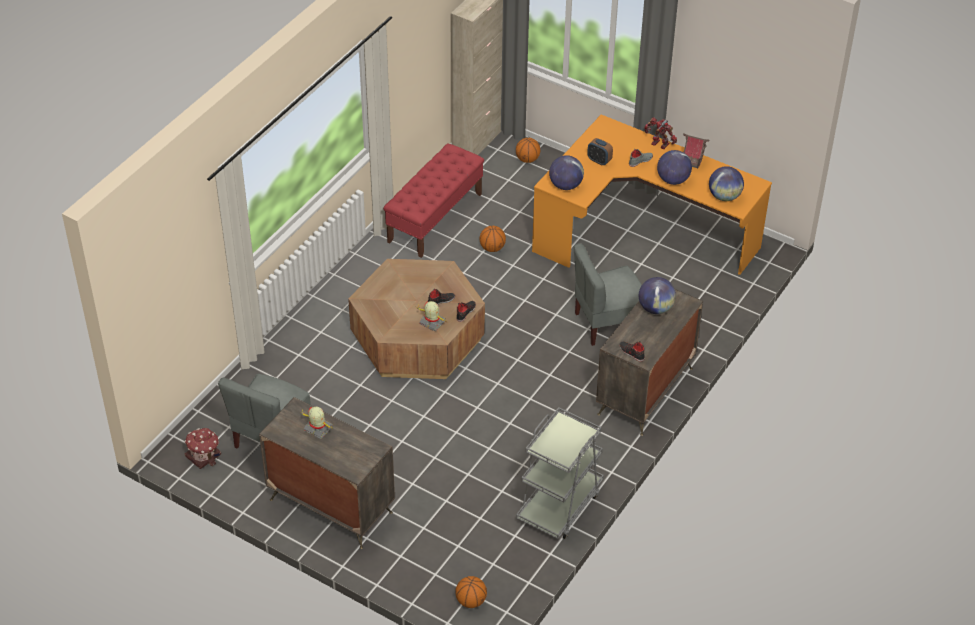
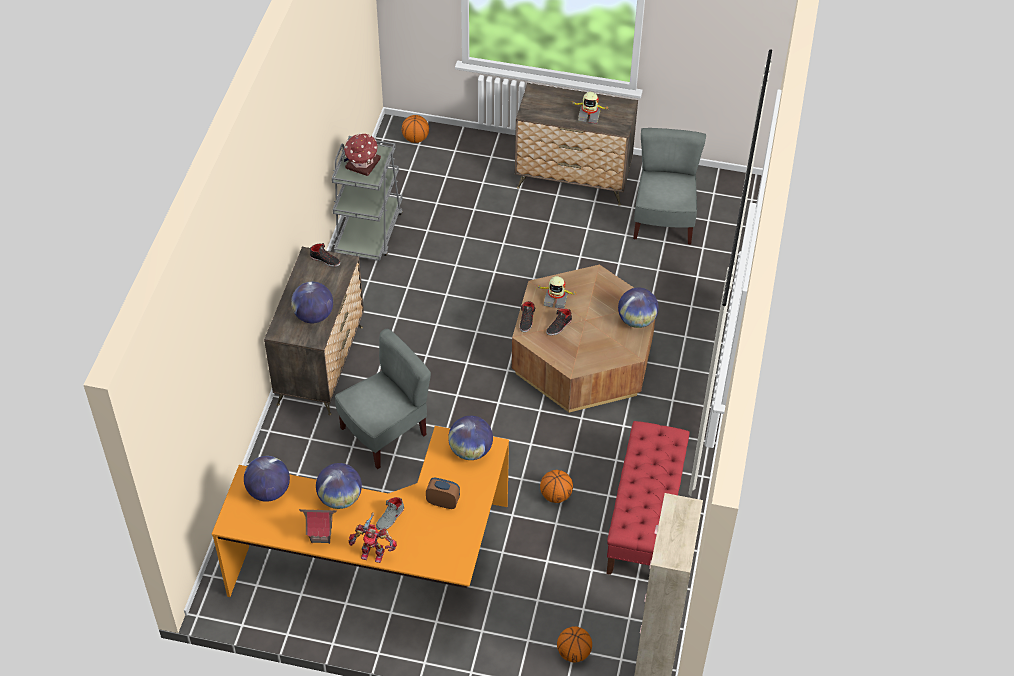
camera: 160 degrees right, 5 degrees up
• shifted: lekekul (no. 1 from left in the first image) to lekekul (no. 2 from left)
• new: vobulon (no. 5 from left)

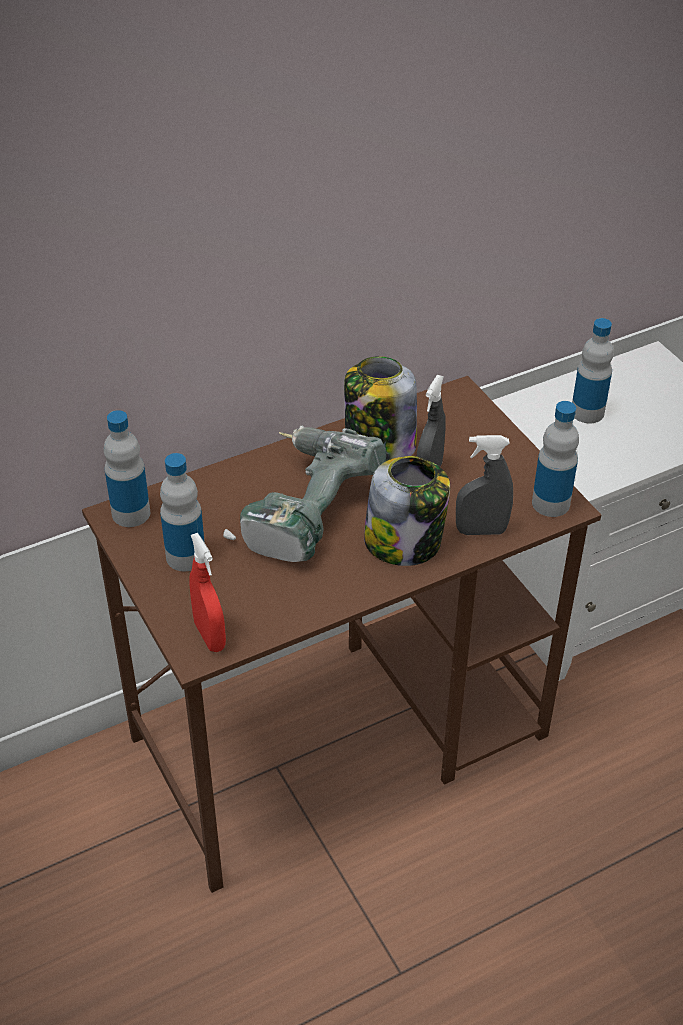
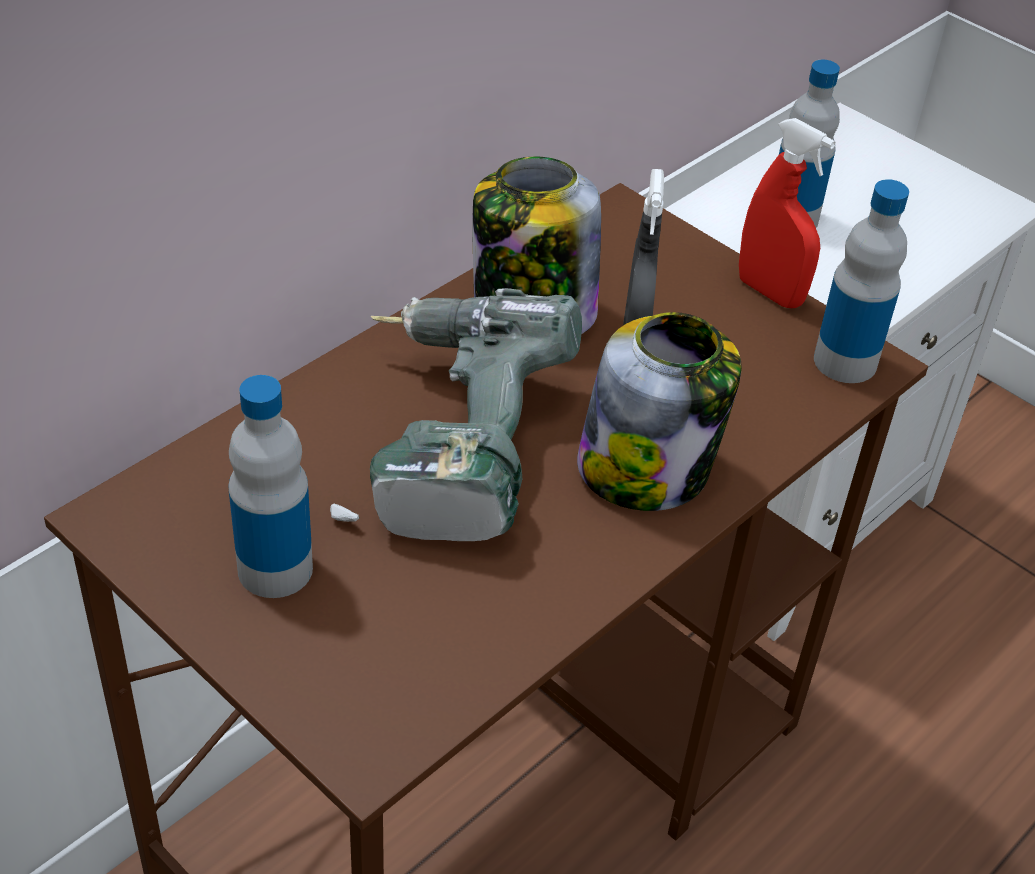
camera: 20 degrees left, 0 degrees up
• gone: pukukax (no. 1 from left)
• shifted: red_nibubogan
• gone: grey_nibubogan (no. 2 from left)

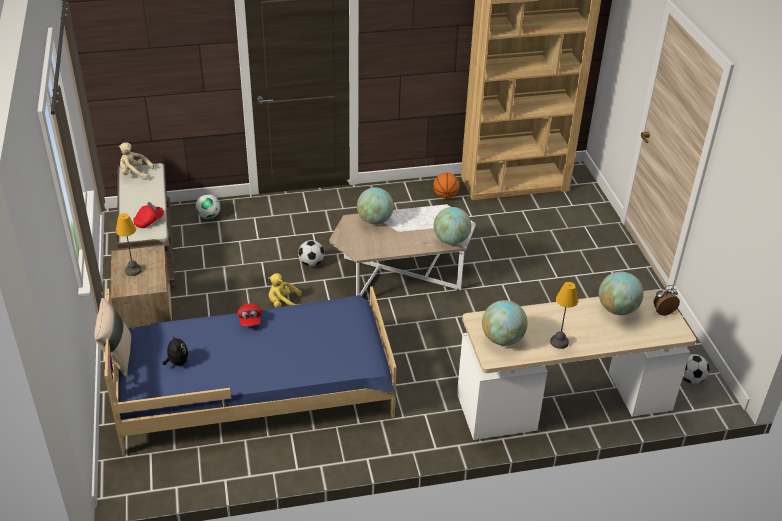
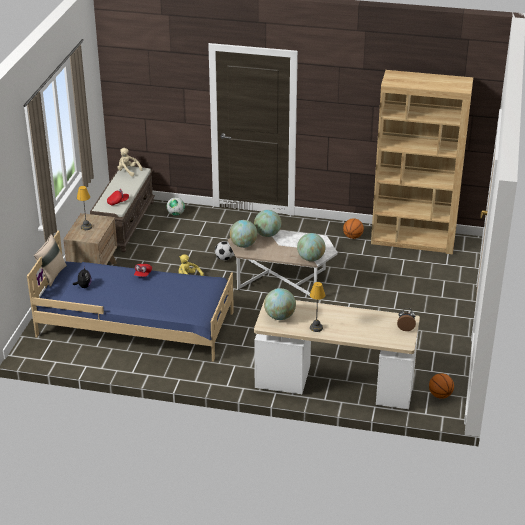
camera: 25 degrees right, 5 degrees down
• shifted: vobulon (no. 4 from left in the first image) to vobulon (no. 1 from left)
• swapped: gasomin (no. 3 from left) to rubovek (no. 2 from left)

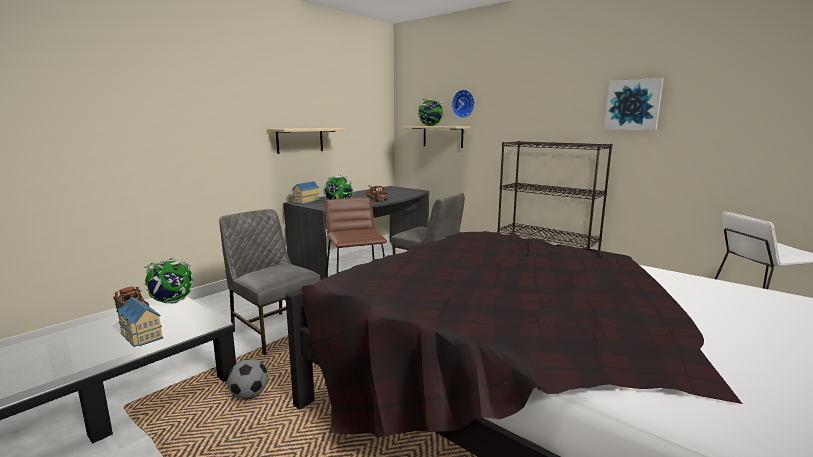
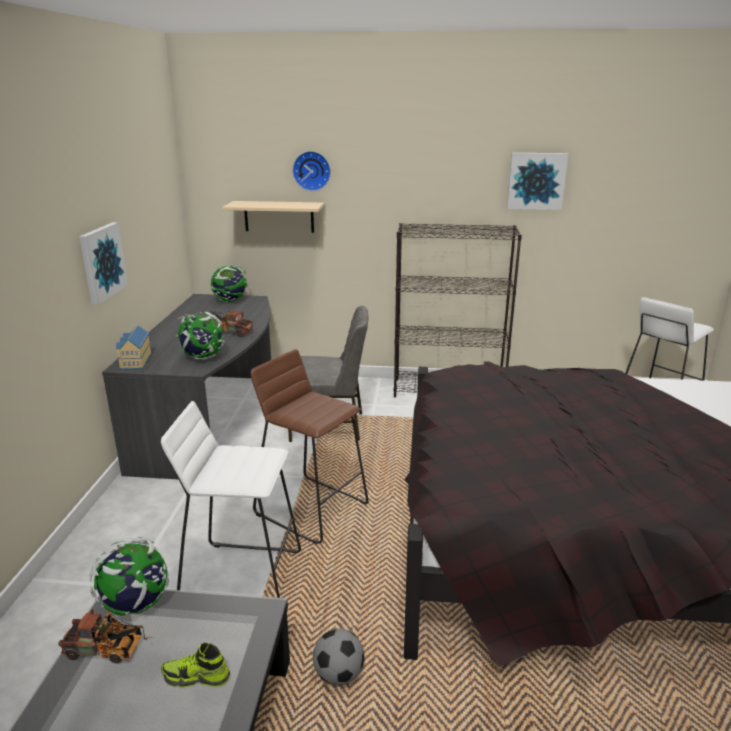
camera: 35 degrees left, 10 degrees up
• swapped: lekekul (no. 1 from left) to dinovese
• swapped: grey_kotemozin (no. 1 from left) to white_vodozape (no. 1 from left)
• swapped: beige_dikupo (no. 1 from left) to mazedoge (no. 1 from left)
• shifted: vobulon (no. 3 from left)

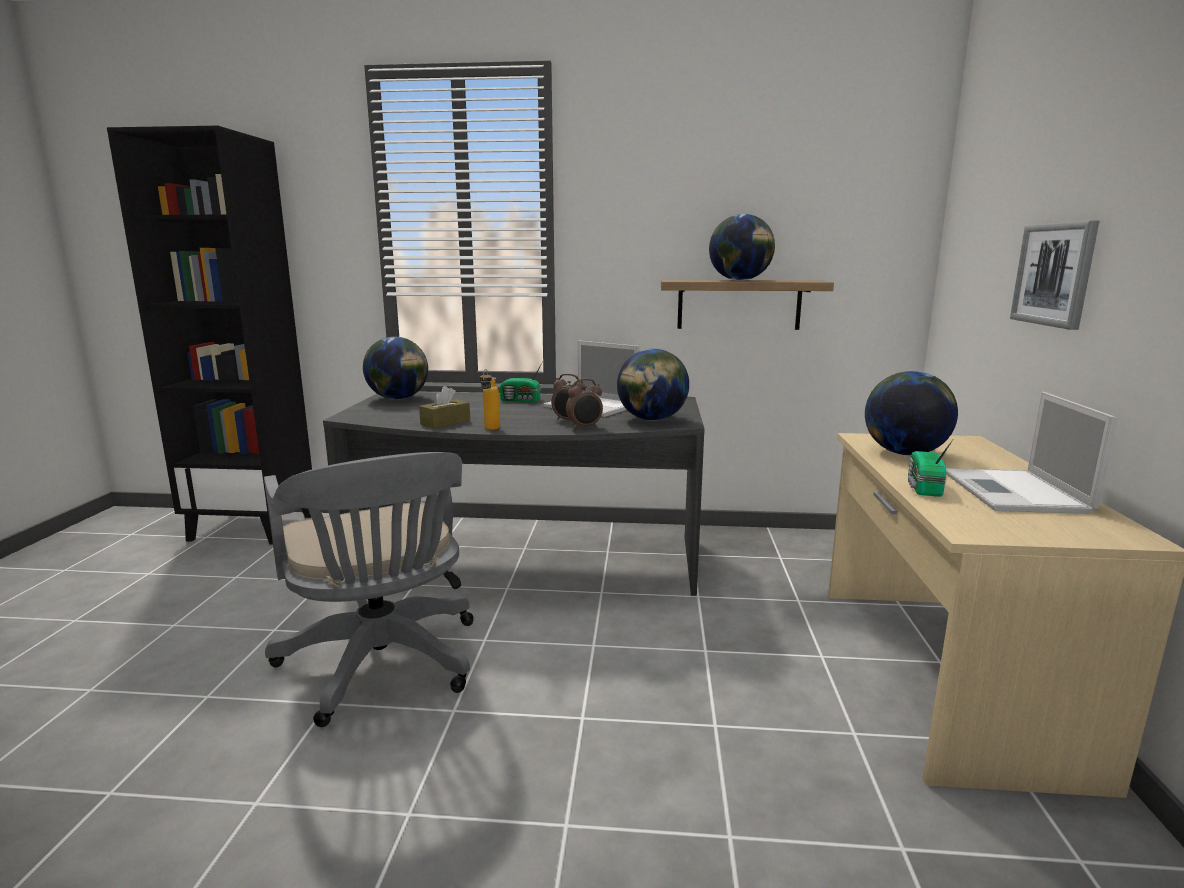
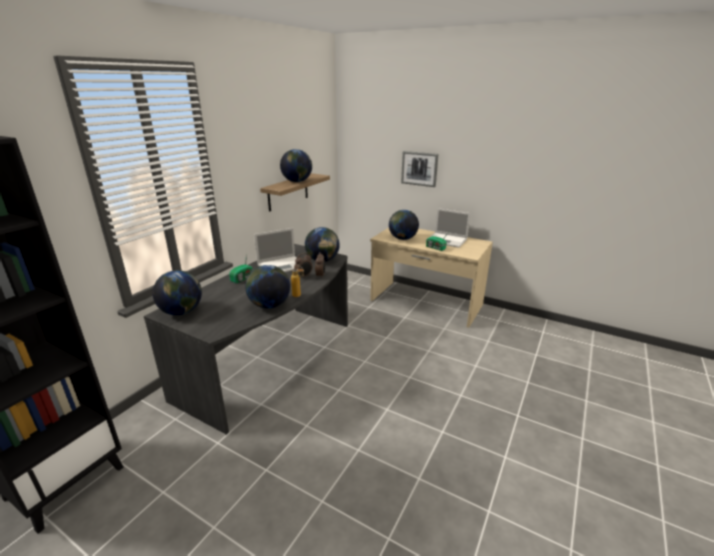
camera: 65 degrees left, 10 degrees up
• gone: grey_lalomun
• swapped: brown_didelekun to vobulon (no. 2 from left)

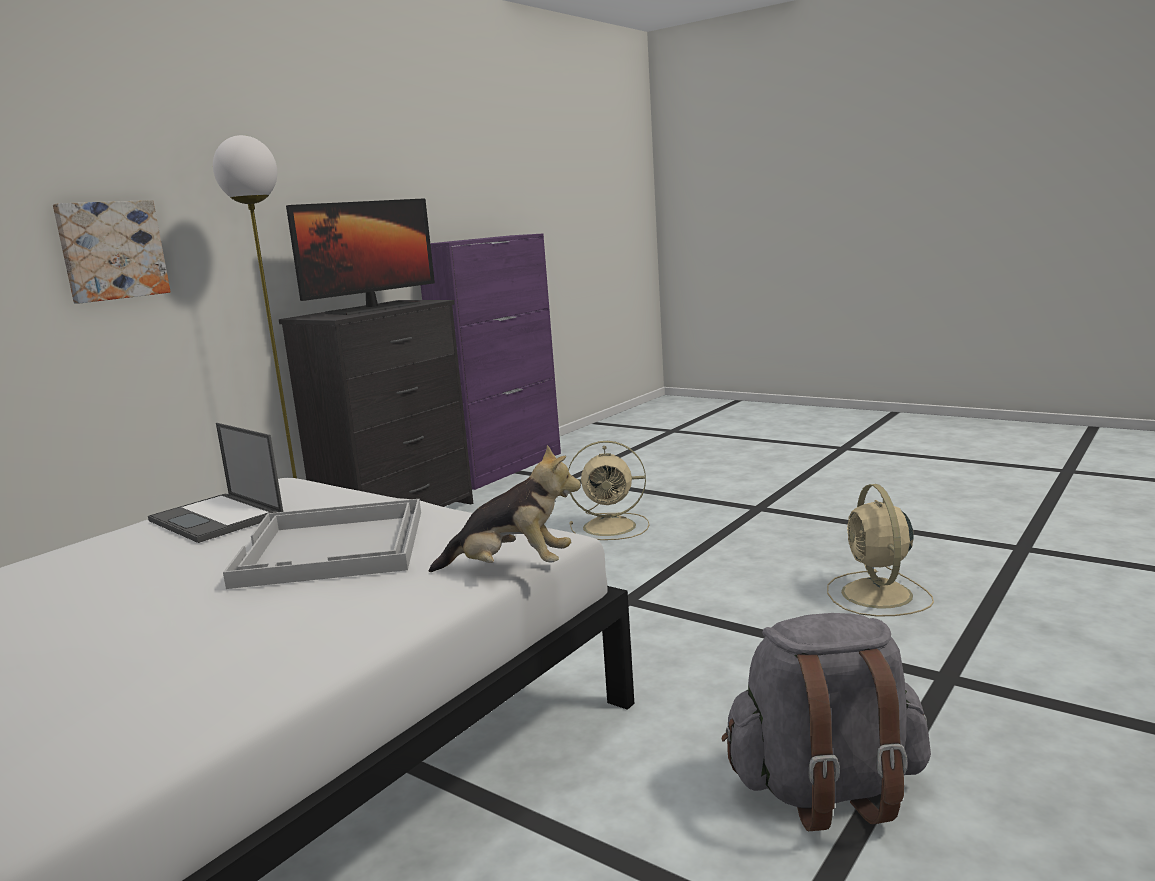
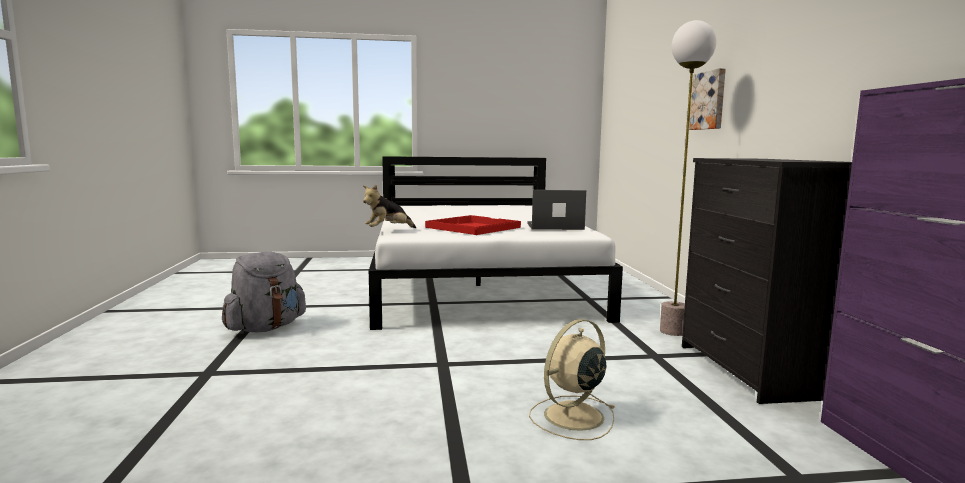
camera: 135 degrees right, 5 degrees down
• repainted: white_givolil to red_givolil
• gone: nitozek
• gone: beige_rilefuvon (no. 2 from left)

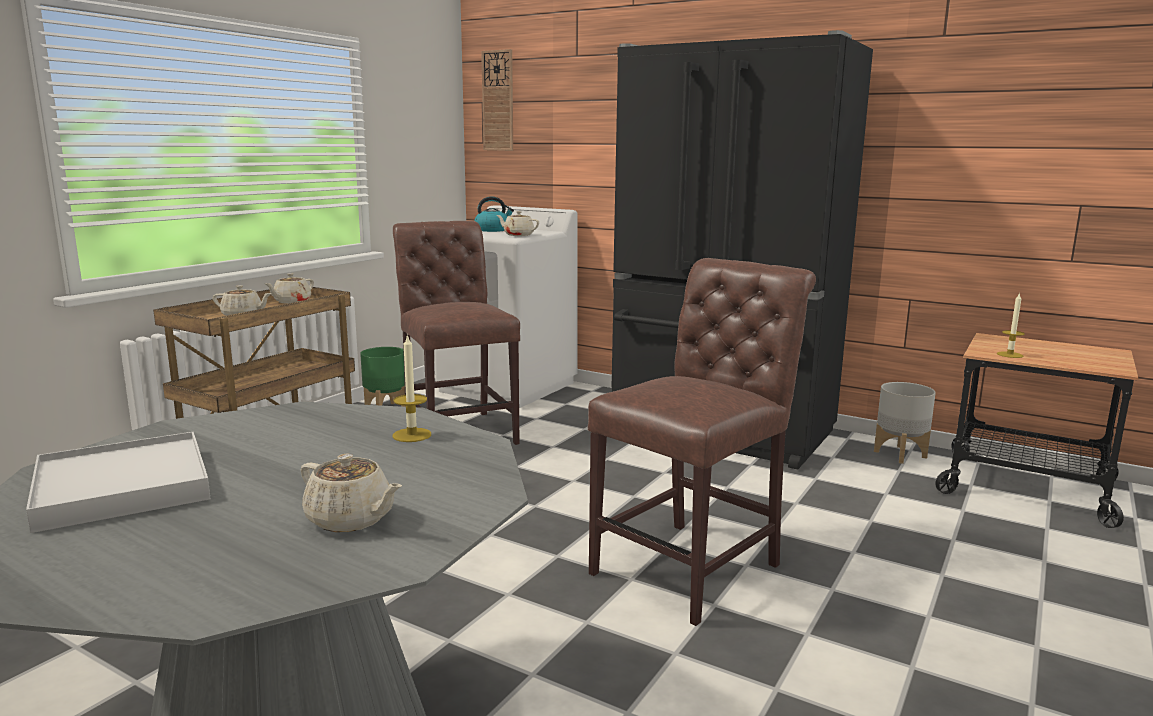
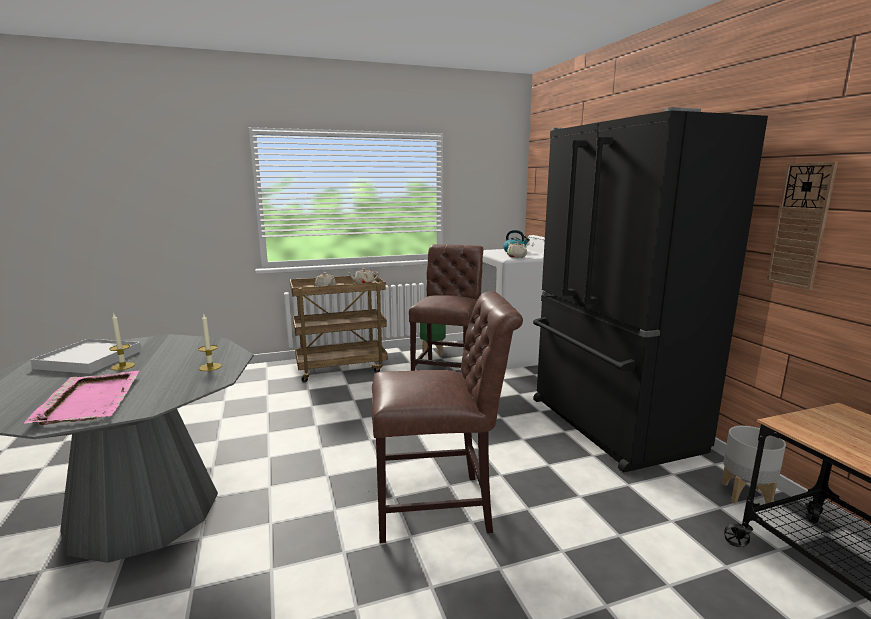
camera: 40 degrees right, 0 degrees up
• swapped: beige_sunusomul (no. 3 from left) to pink_givolil
• shifted: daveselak
• shifted: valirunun (no. 2 from left in the first image) to valirunun (no. 1 from left)

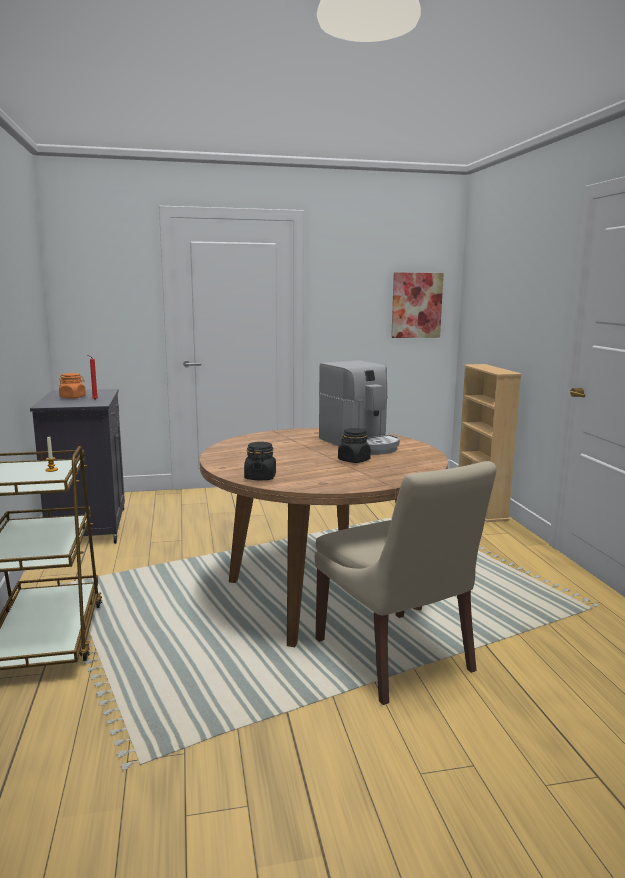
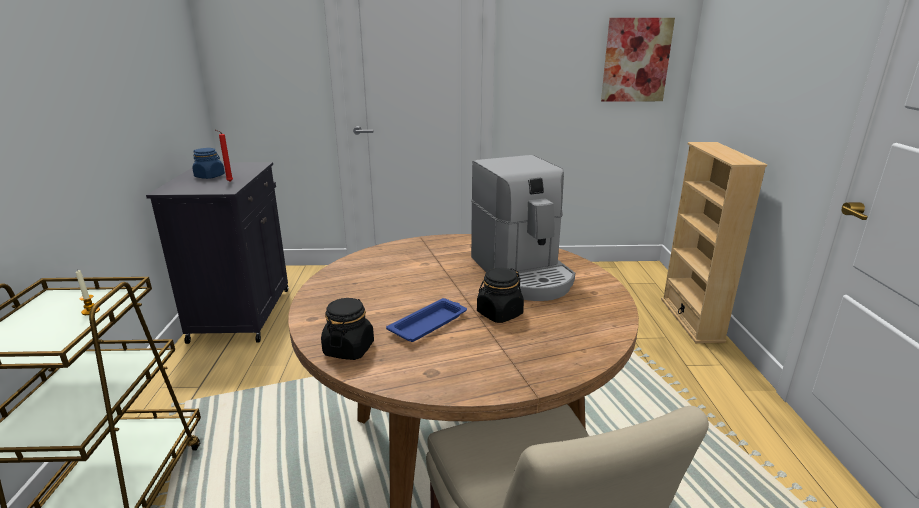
camera: 10 degrees right, 10 degrees up
• repainted: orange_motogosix to blue_motogosix
• new: blue_givolil

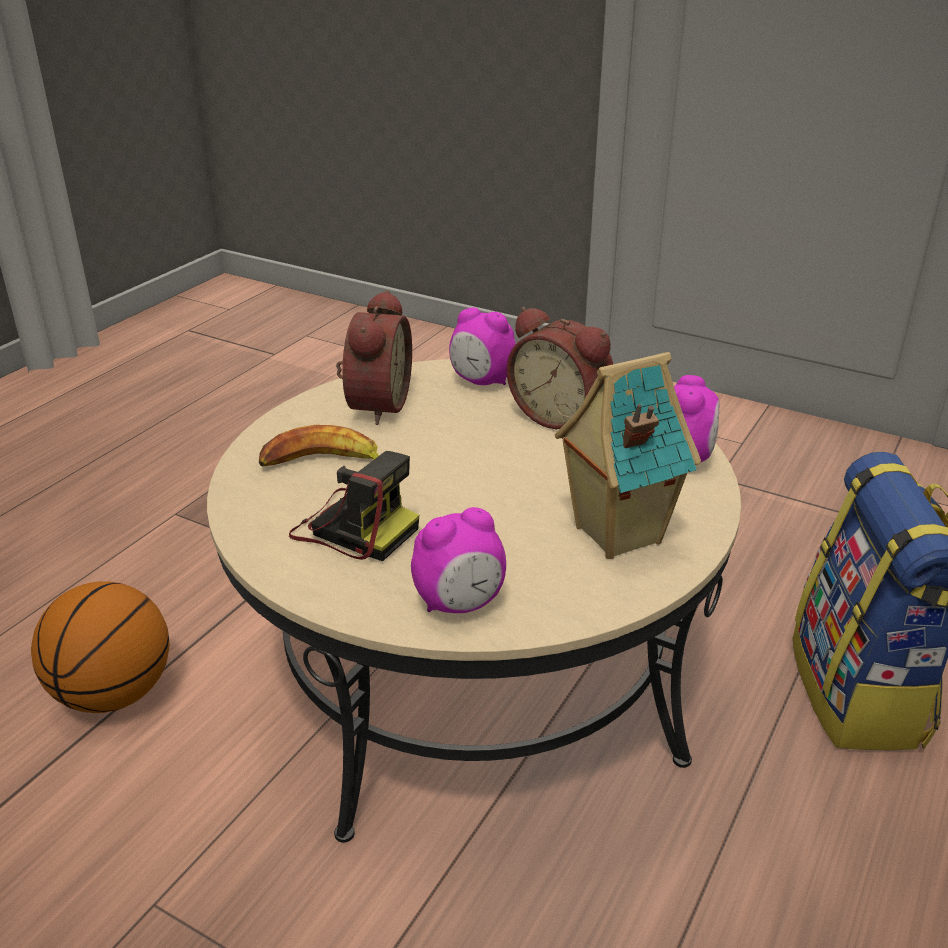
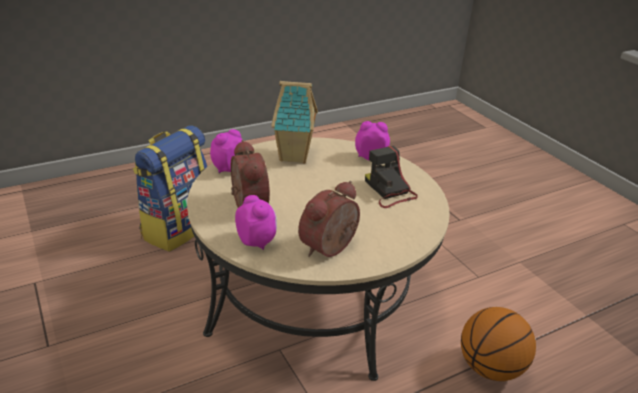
camera: 150 degrees left, 0 degrees up
• gone: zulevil

